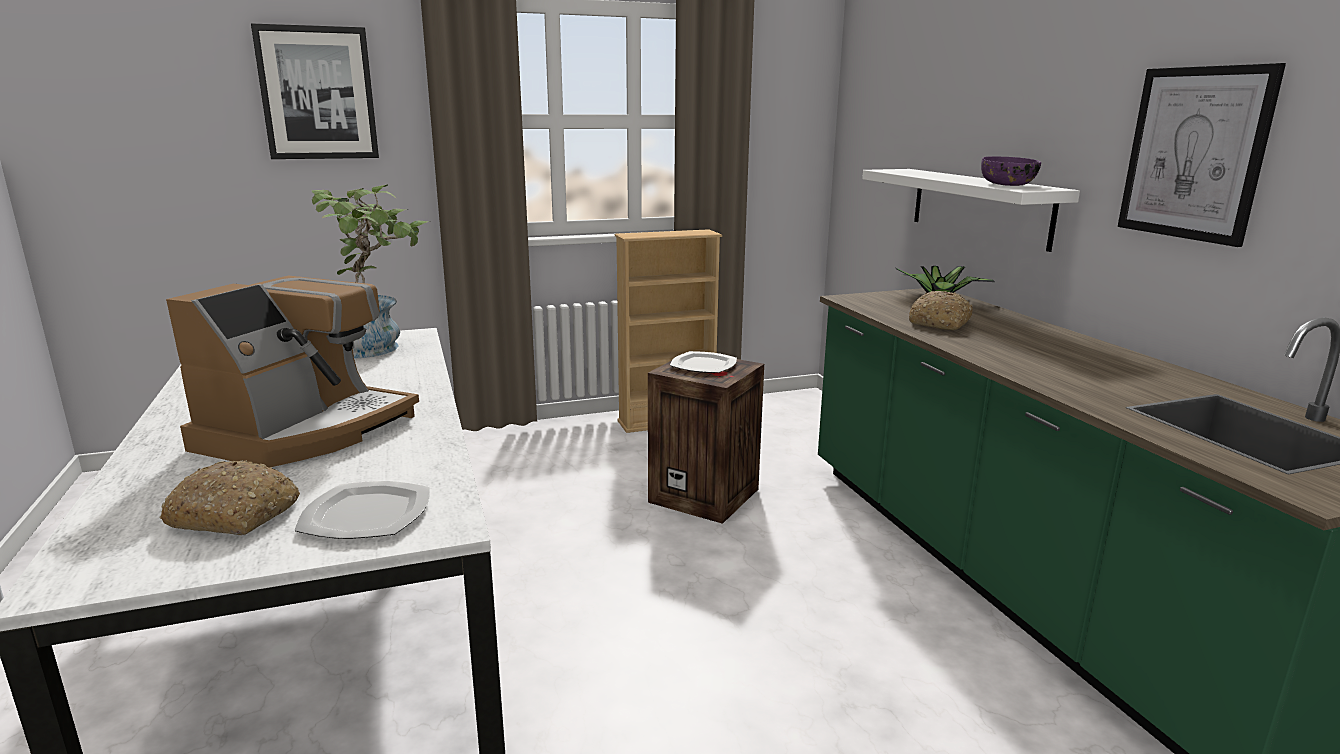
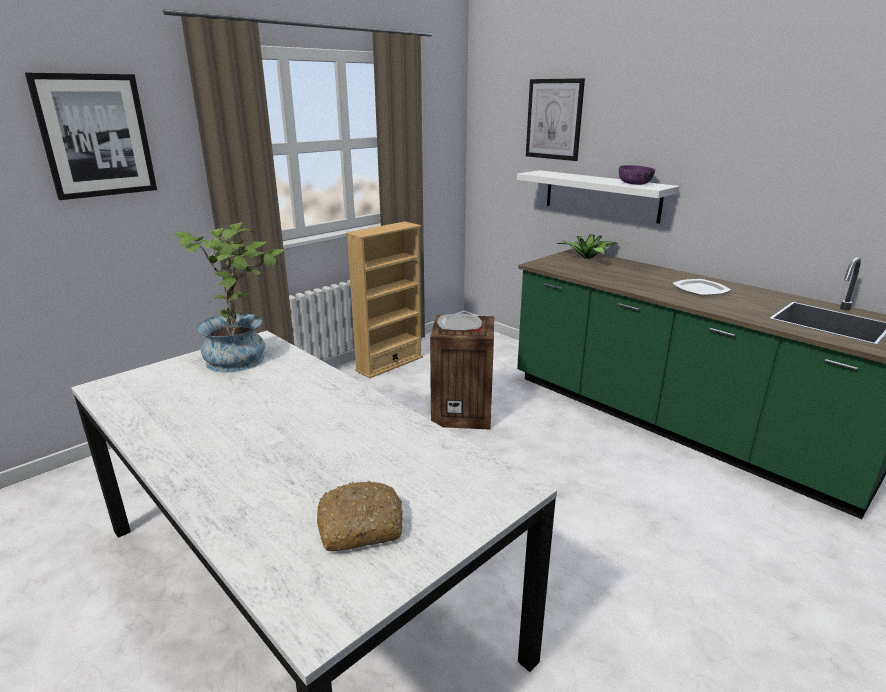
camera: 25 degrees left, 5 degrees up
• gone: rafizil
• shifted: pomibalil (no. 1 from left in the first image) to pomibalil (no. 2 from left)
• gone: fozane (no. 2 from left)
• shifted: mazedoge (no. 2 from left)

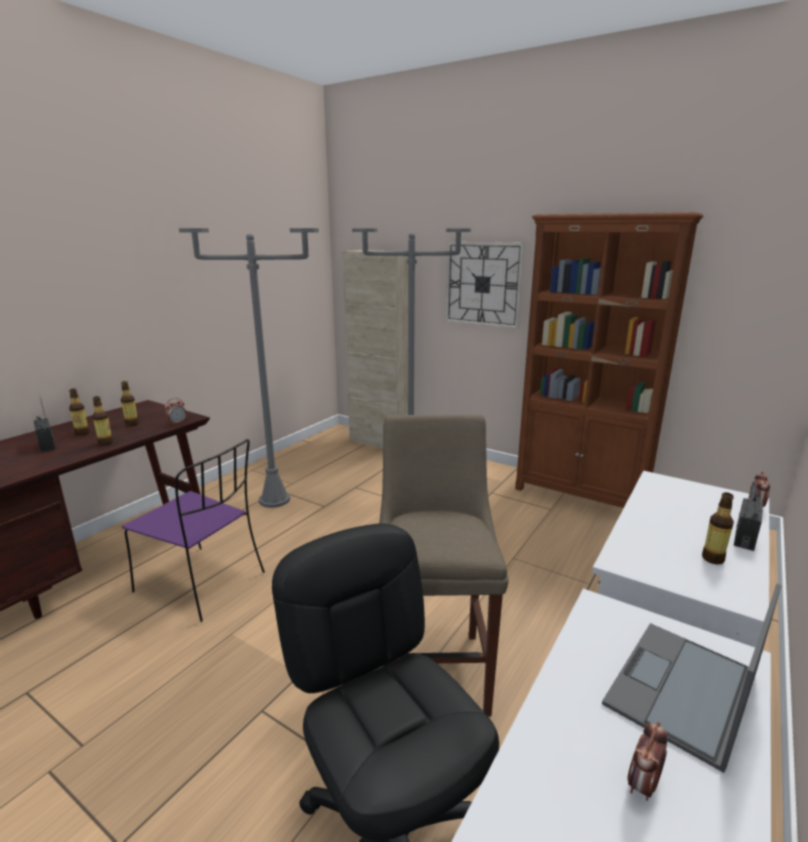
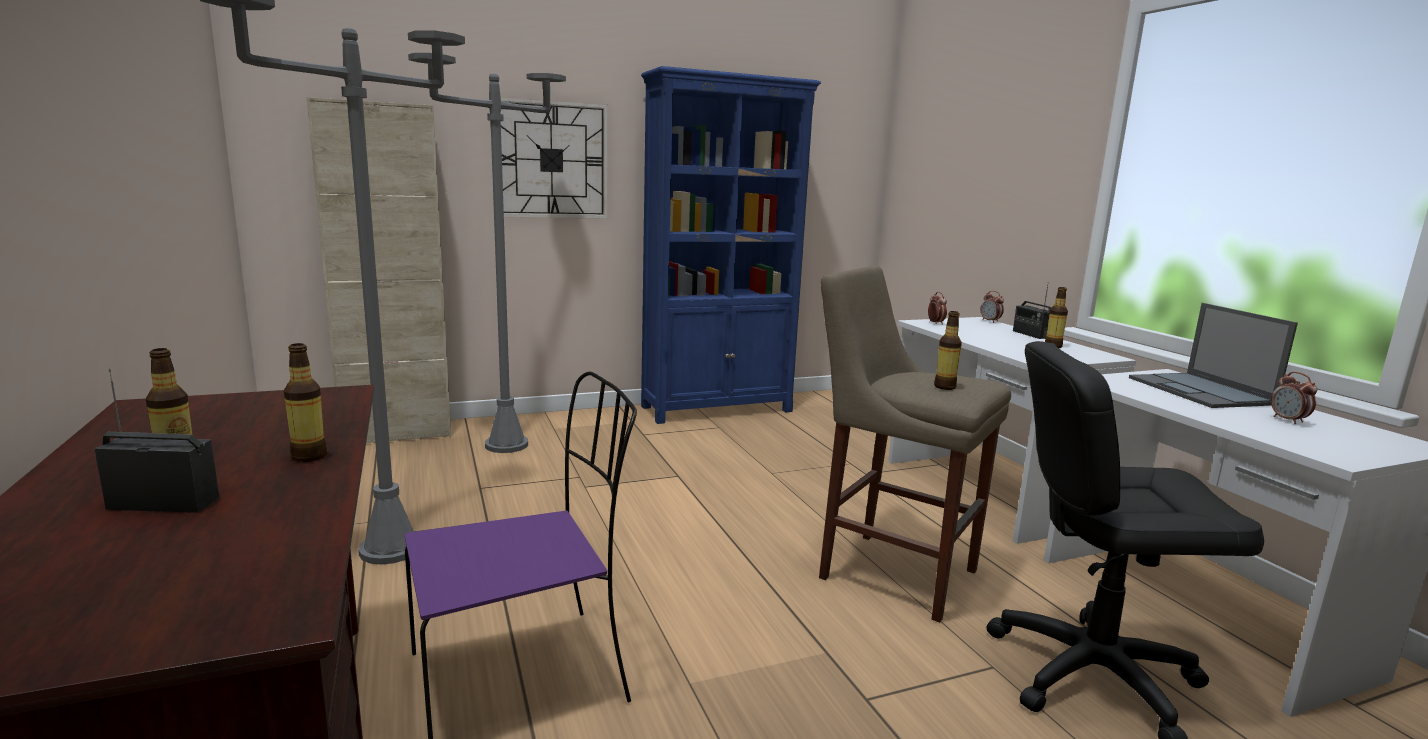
camera: 55 degrees left, 5 degrees down
• shifted: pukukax (no. 3 from left)
• shifted: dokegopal (no. 1 from left)
• repainted: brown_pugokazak to blue_pugokazak

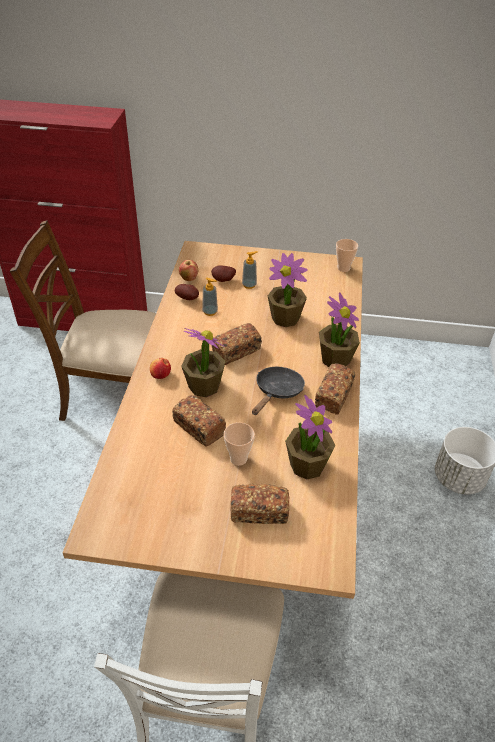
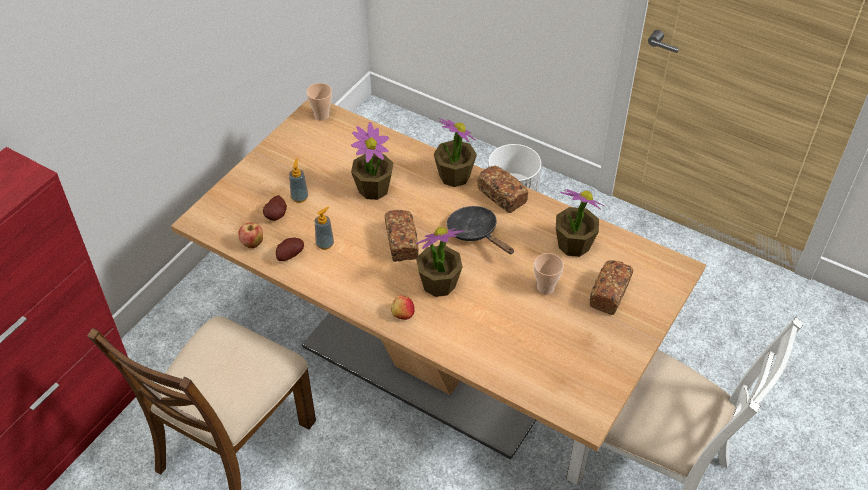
camera: 65 degrees left, 5 degrees up
• gone: fozane (no. 1 from left)

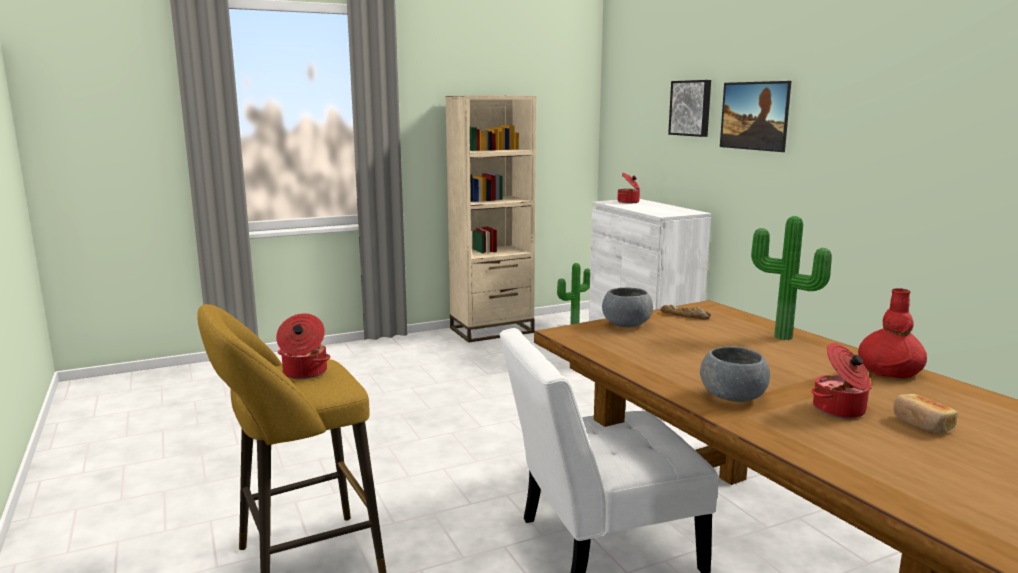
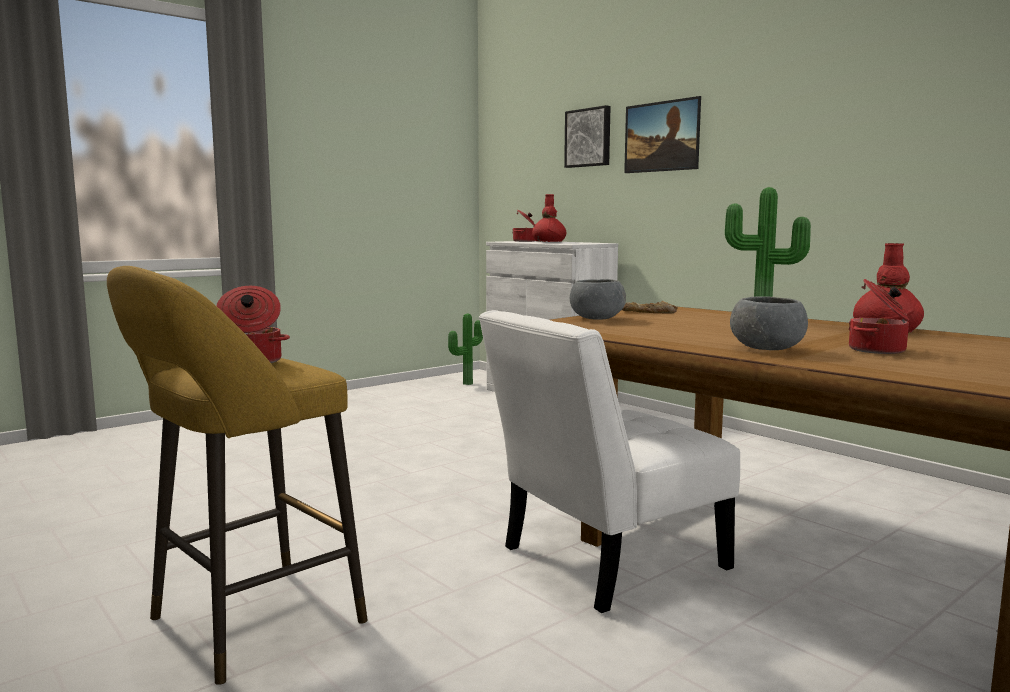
camera: 15 degrees left, 5 degrees down
• gone: beige_pugokazak
• gone: fozane (no. 2 from left)
• new: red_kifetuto (no. 1 from left)

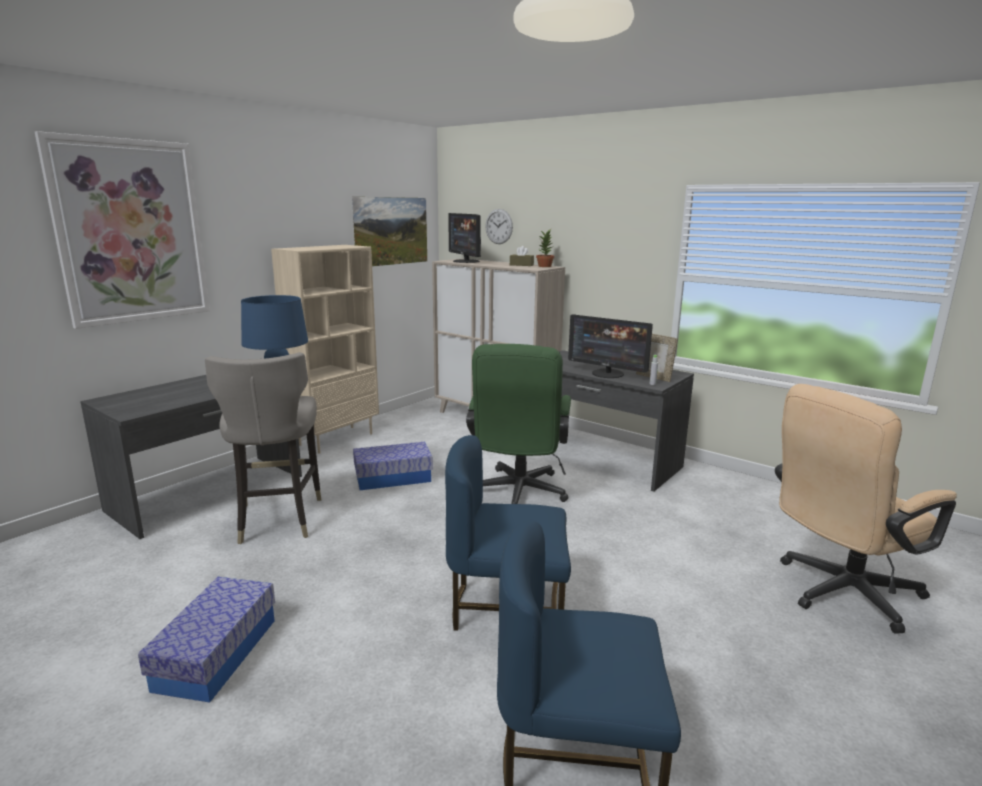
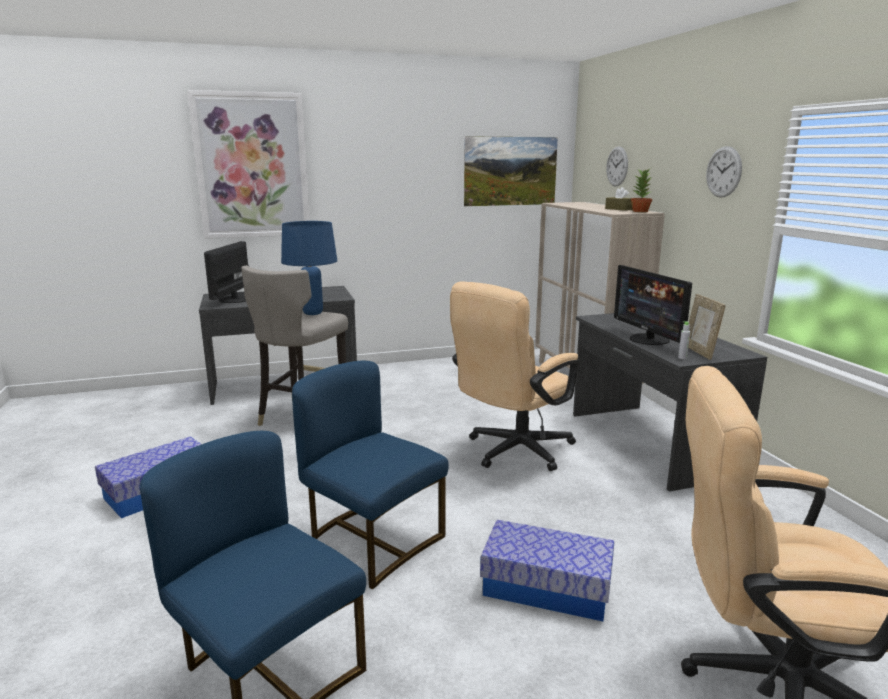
camera: 35 degrees right, 0 degrees up
• gone: beige_pugokazak
• shifted: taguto (no. 2 from left)
• shifted: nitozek (no. 1 from left)
• repainted: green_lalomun to beige_lalomun (no. 1 from left)
• new: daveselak (no. 2 from left)

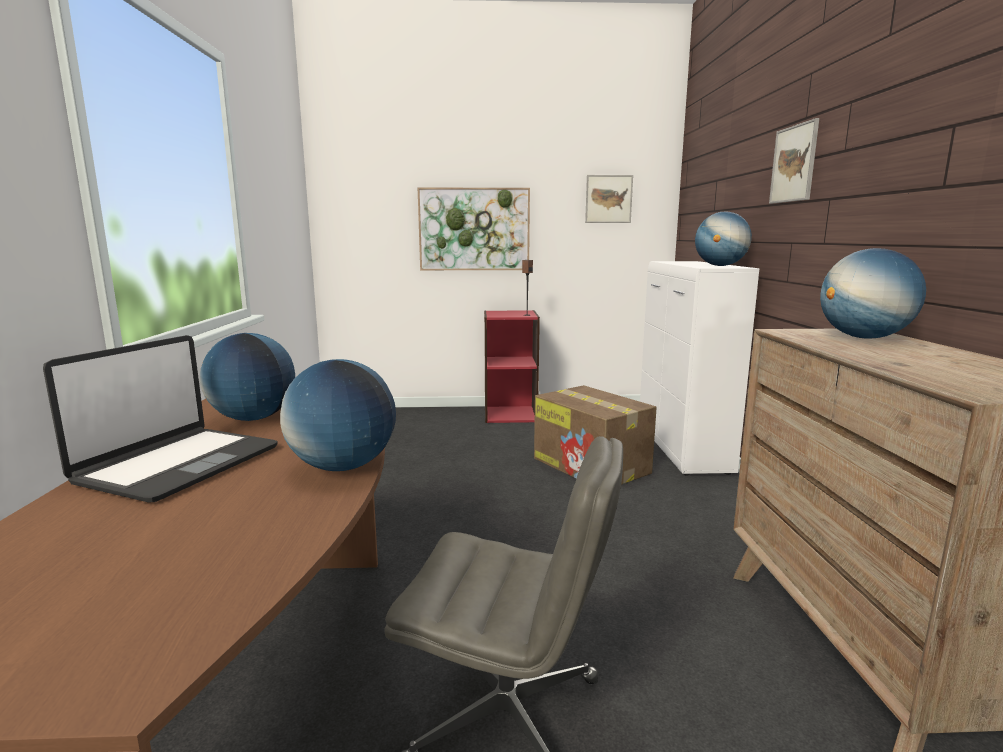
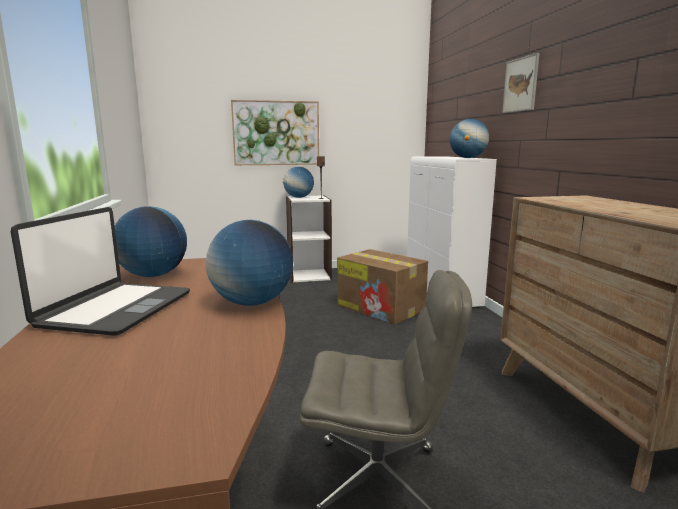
camera: 10 degrees left, 0 degrees up
• repainted: red_pugokazak to white_pugokazak
• gone: mazedoge (no. 2 from left)
• shifted: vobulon (no. 4 from left in the first image) to vobulon (no. 3 from left)

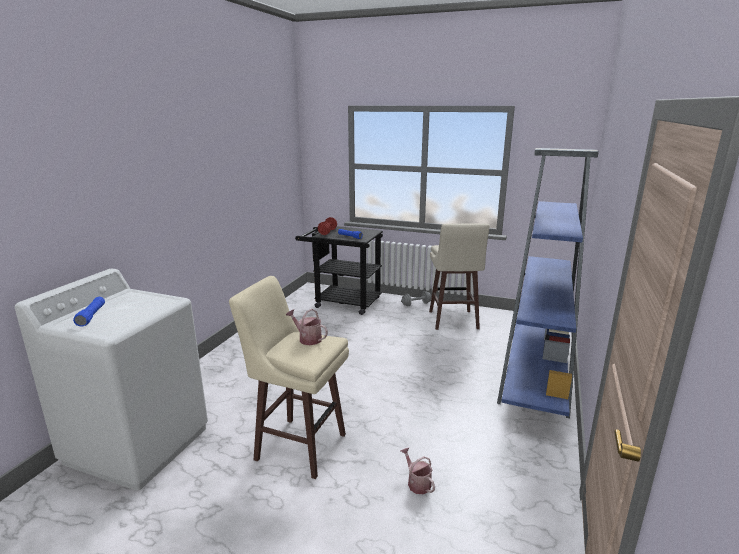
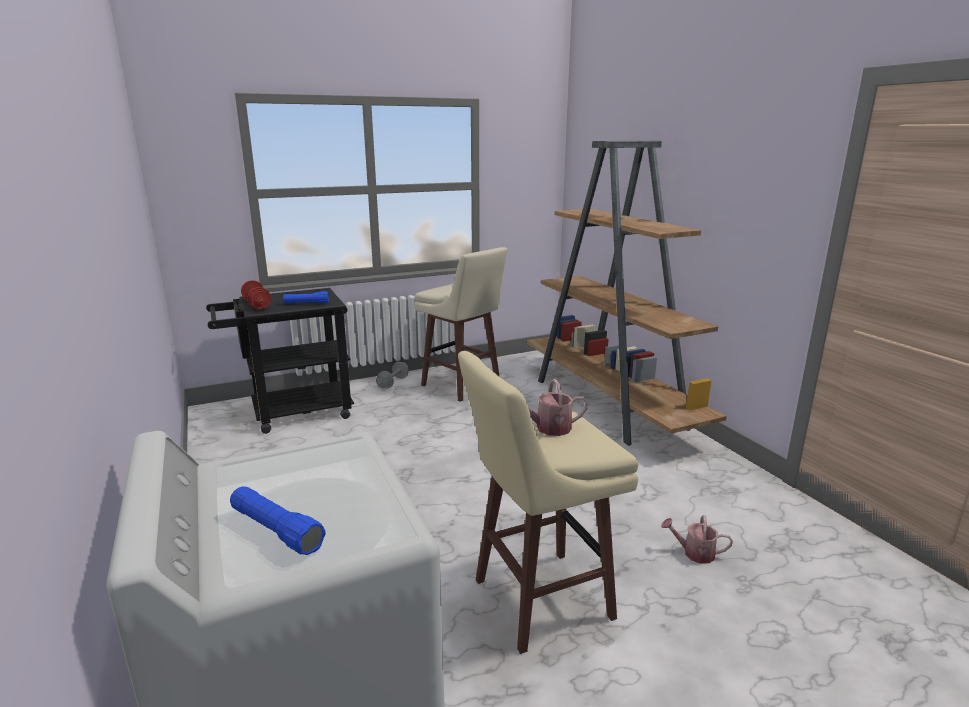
camera: 45 degrees left, 0 degrees up
• repainted: blue_pugokazak to brown_pugokazak

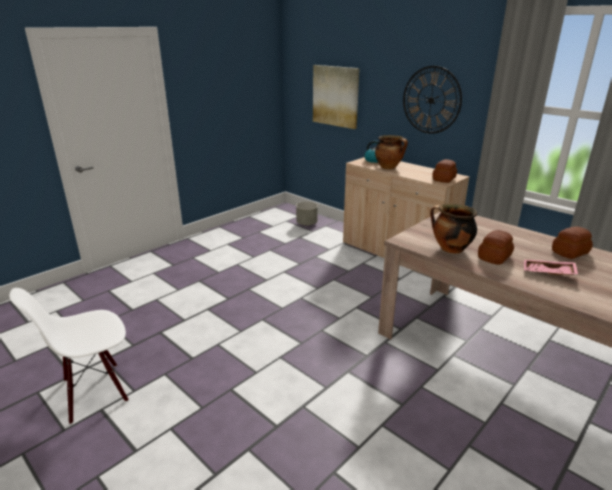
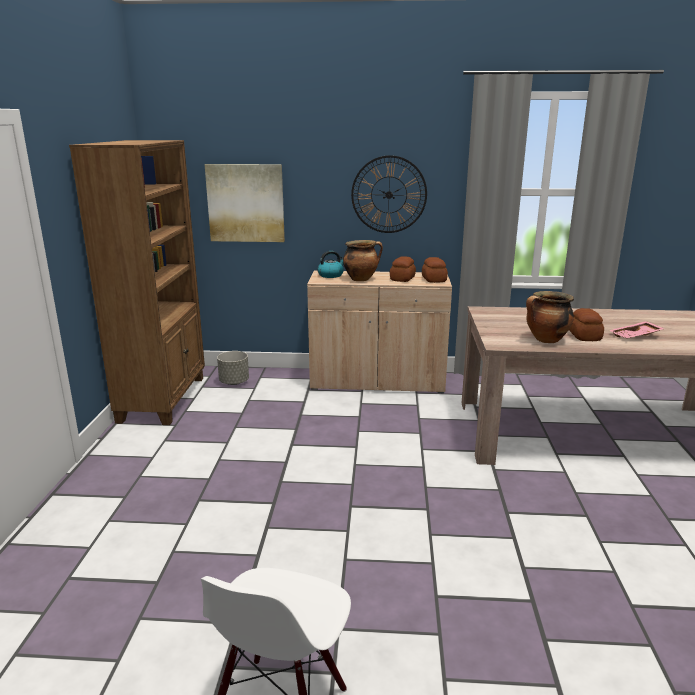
camera: 40 degrees left, 5 degrees down
• shifted: fozane (no. 3 from left in the first image) to fozane (no. 1 from left)
• new: brown_pugokazak

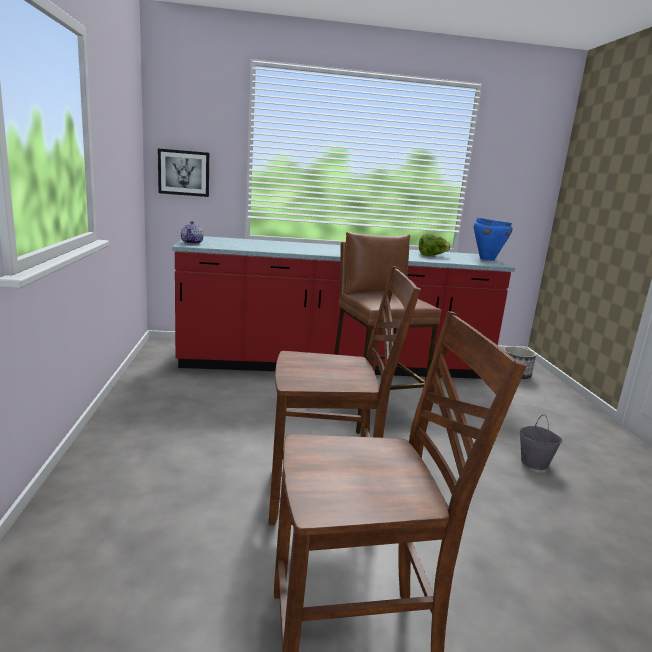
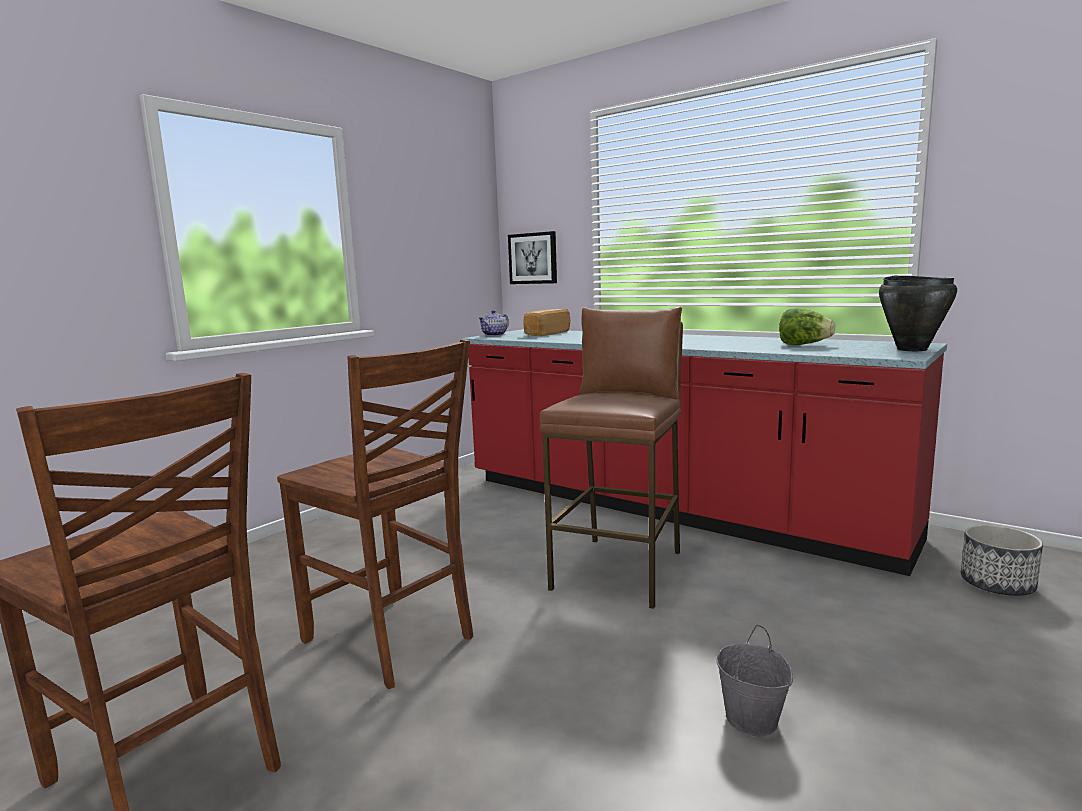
camera: 45 degrees right, 5 degrees down
• repainted: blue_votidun to black_votidun
• new: fozane

